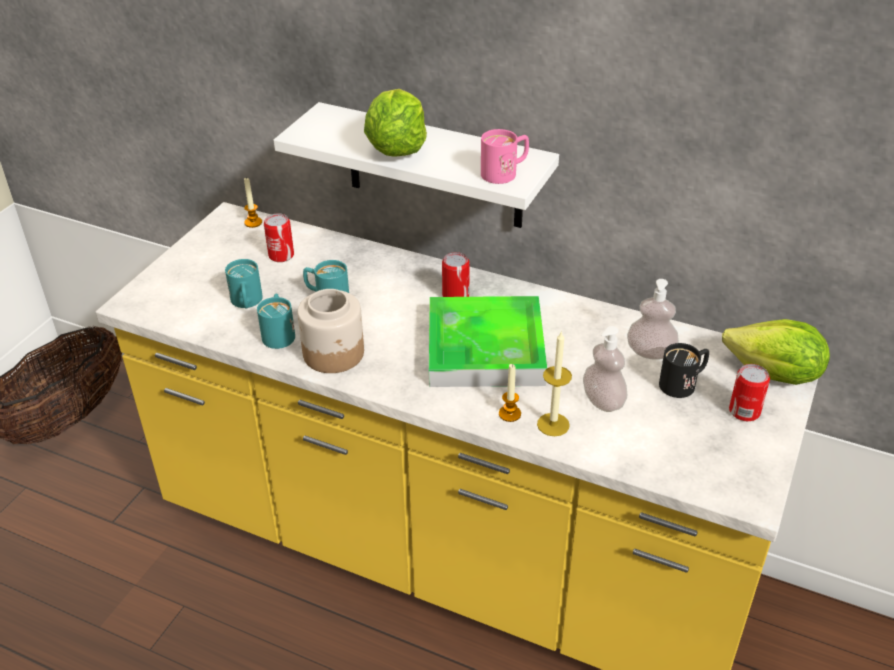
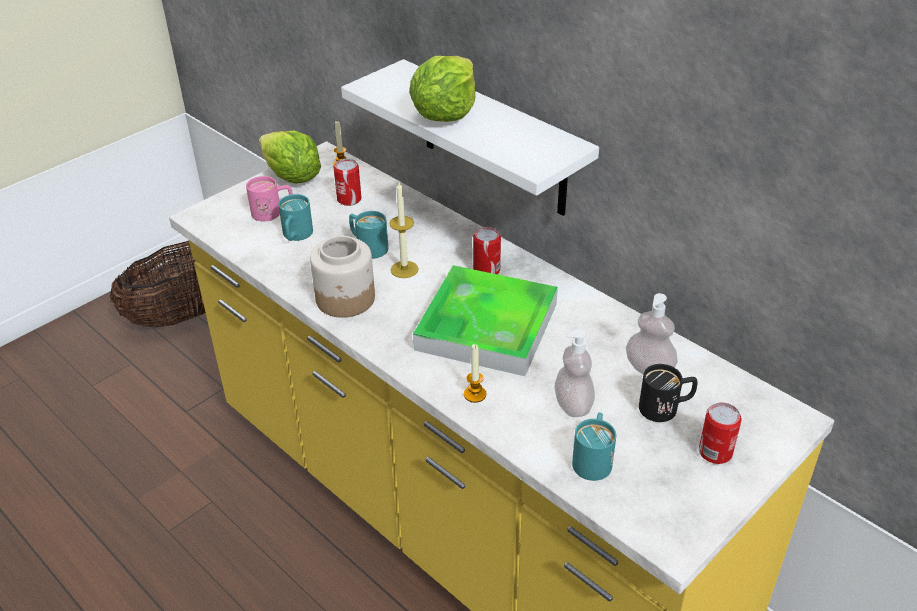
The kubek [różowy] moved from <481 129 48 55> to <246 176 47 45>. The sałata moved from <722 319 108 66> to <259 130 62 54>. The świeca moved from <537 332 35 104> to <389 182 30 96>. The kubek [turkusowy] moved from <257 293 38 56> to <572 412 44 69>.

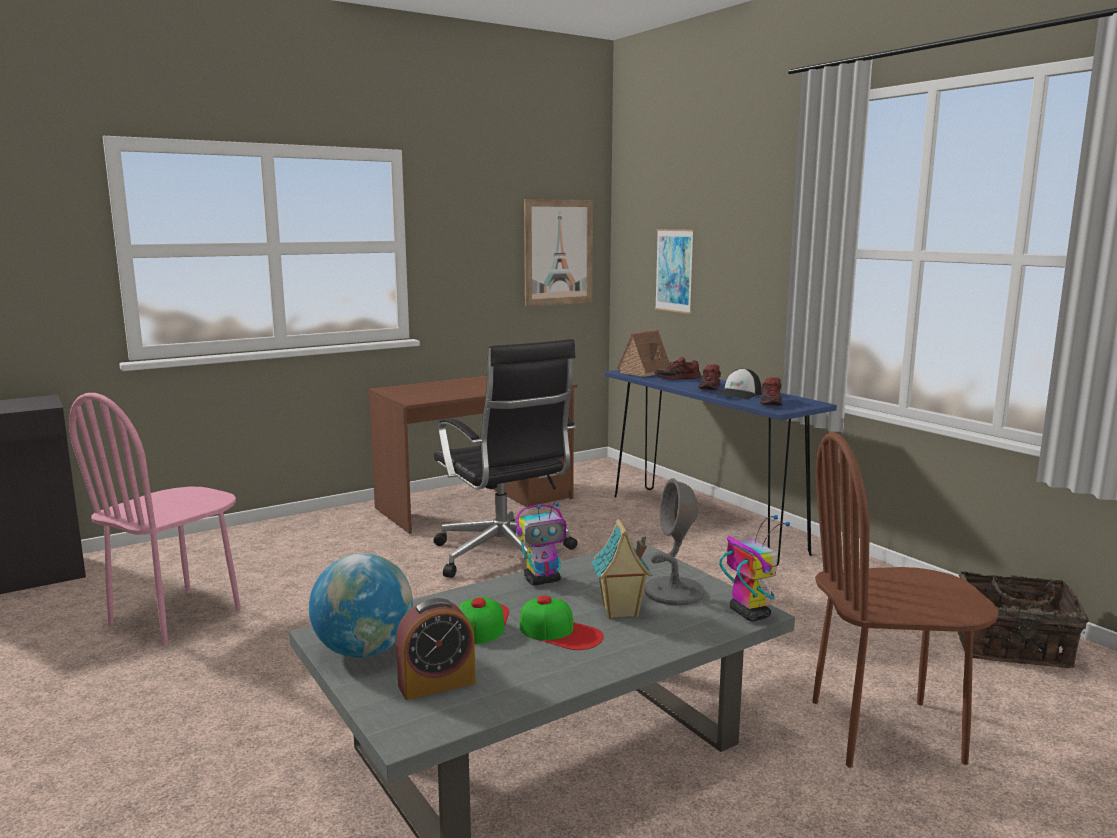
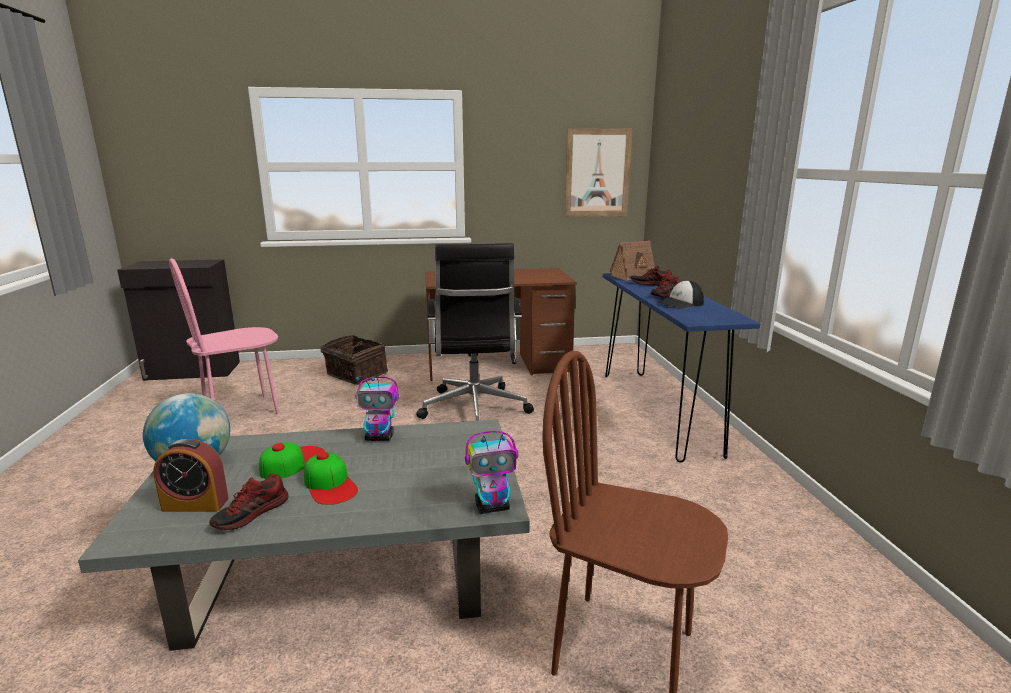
The but moved from <760 377 23 29> to <209 473 79 57>. The koszyk moved from <958 571 131 97> to <321 335 67 50>. The robot zabawkowy at <719 515 71 106> turned 75 degrees clockwise. The domek at <592 519 60 100> disappeared. The lampa stołowa [szary] at <644 478 61 128> disappeared. The obraz at <655 229 39 85> disappeared.

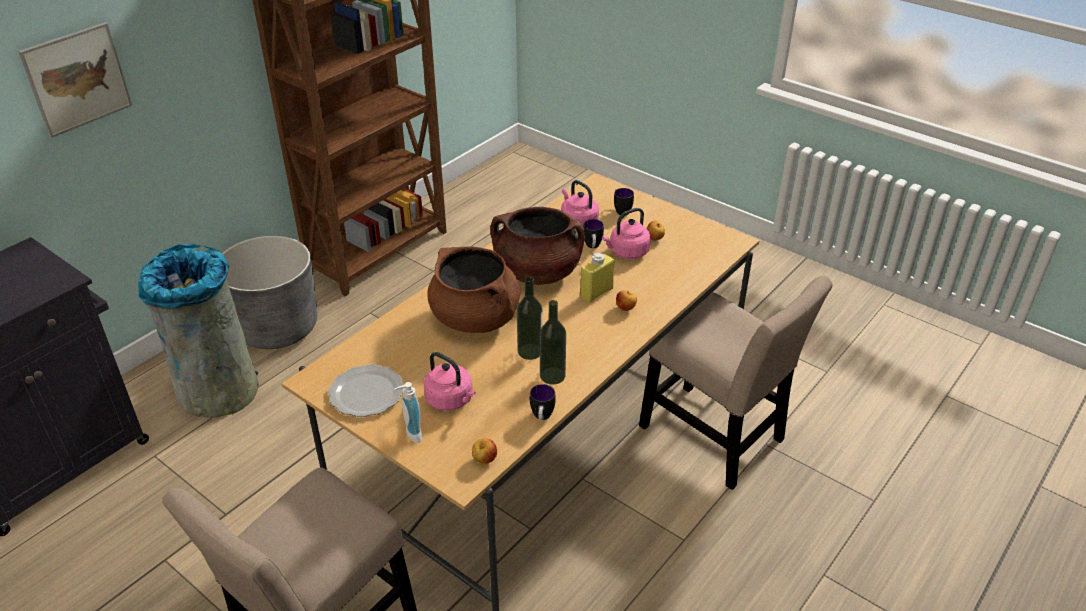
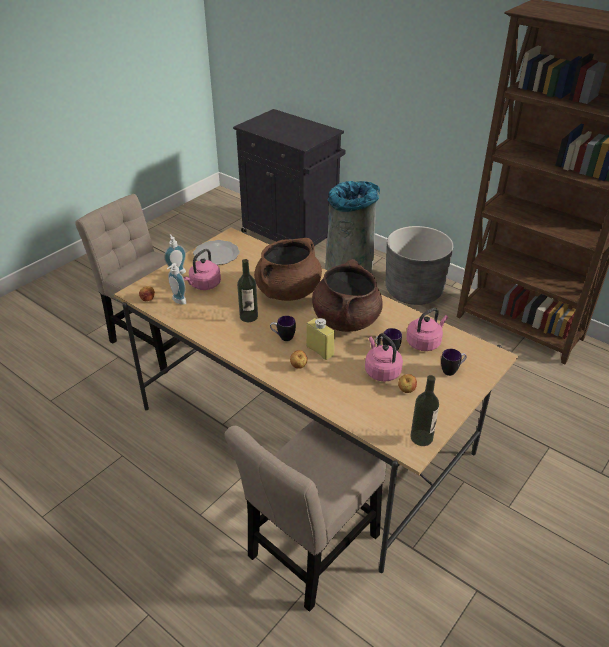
The dozownik mydła at <167 263 20 42> appeared. The kubek moved from <530 384 26 36> to <270 316 26 25>. The butelka moved from <540 300 26 85> to <410 375 29 71>. The obraz at <18 22 114 116> disappeared.

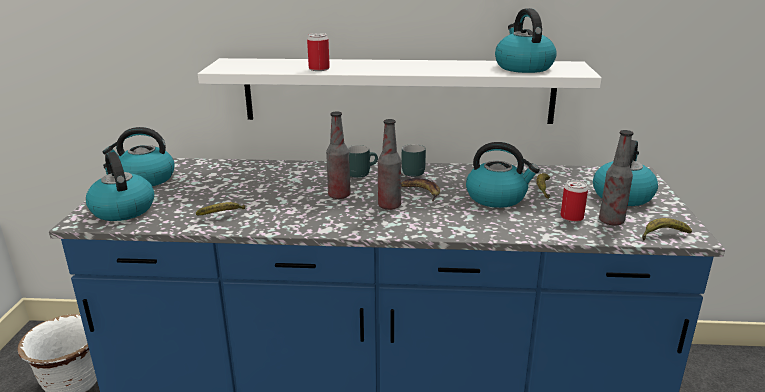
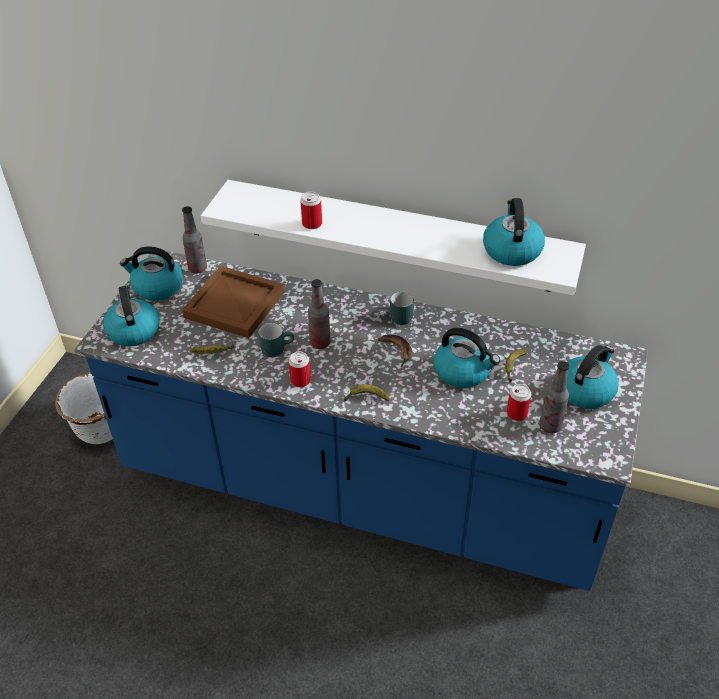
The butelka moved from <378 119 23 91> to <182 206 25 67>. The taca [brązowy] at <182 266 102 72> appeared. The kubek [turkusowy] moved from <347 145 31 33> to <258 323 36 34>. The puszka at <289 352 22 35> appeared. The banan moved from <642 218 50 22> to <344 384 46 17>.

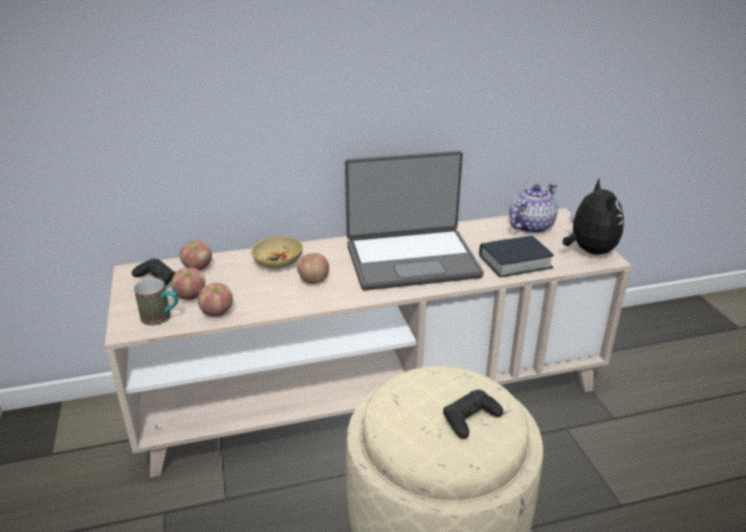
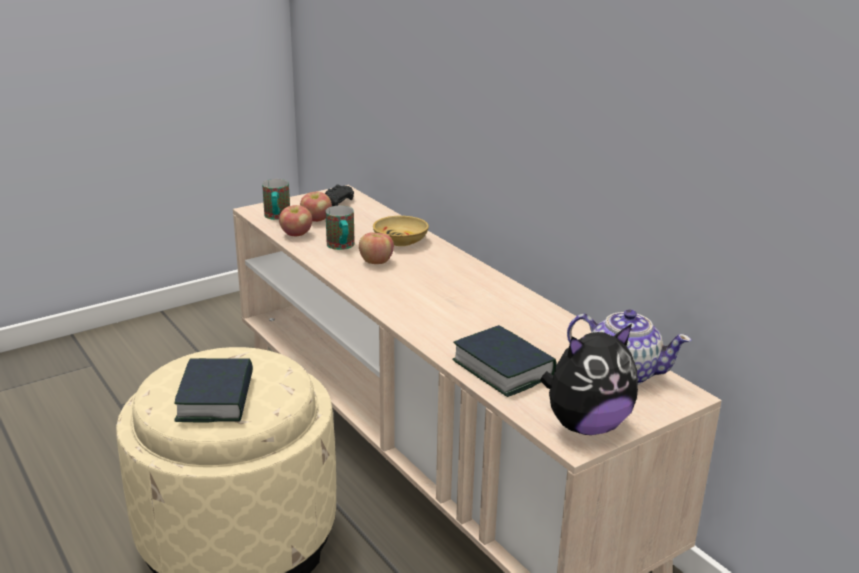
The pad do gier [czarny] at <443 390 60 49> was replaced by the książka at <174 358 79 64>. The kubek at <326 206 29 44> appeared. The jabłko at <180 241 32 29> disappeared. The laptop at <345 151 139 140> disappeared.

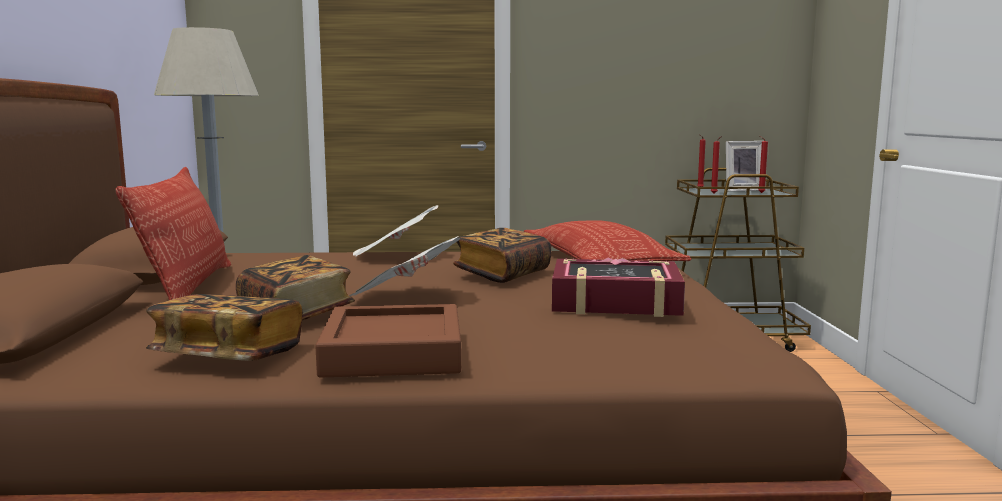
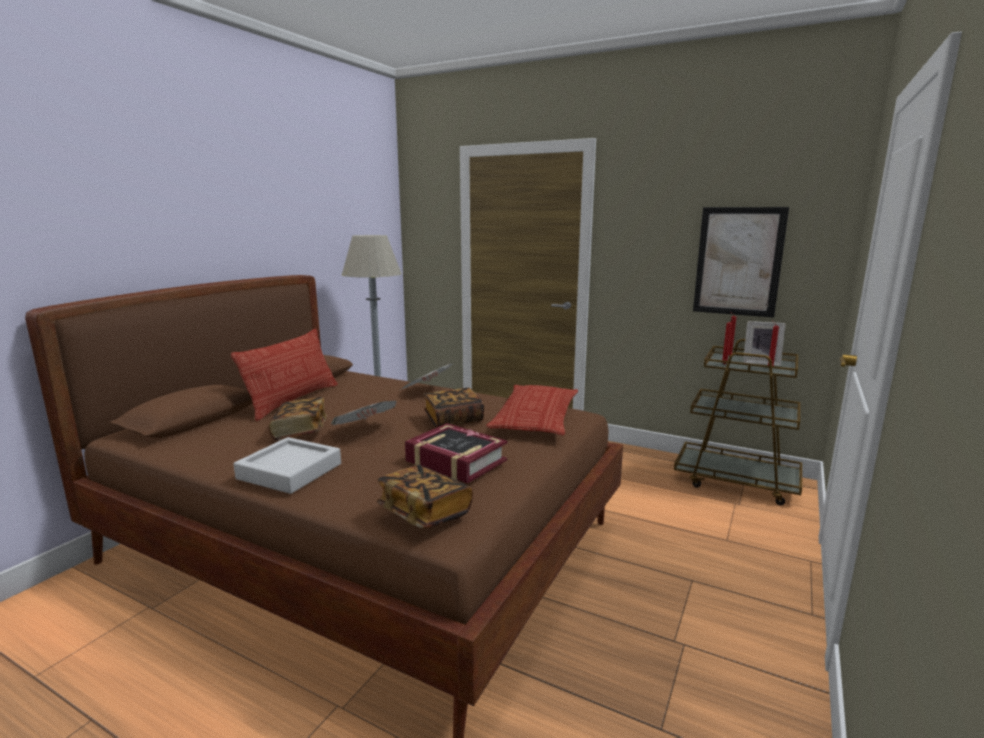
The taca [brązowy] at <315 304 146 74> became the taca [szary] at <234 437 107 57>. The książka moved from <146 294 157 67> to <377 465 96 64>. The obraz at <693 207 96 111> appeared.

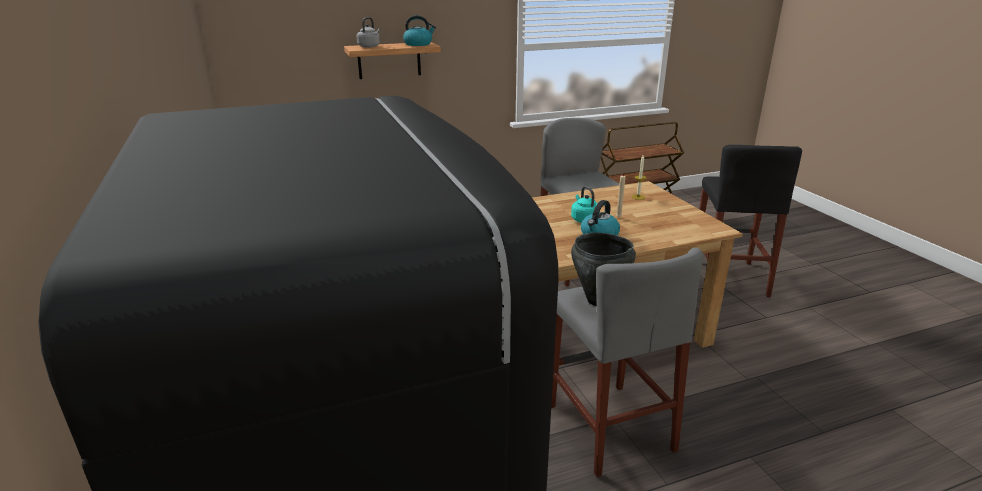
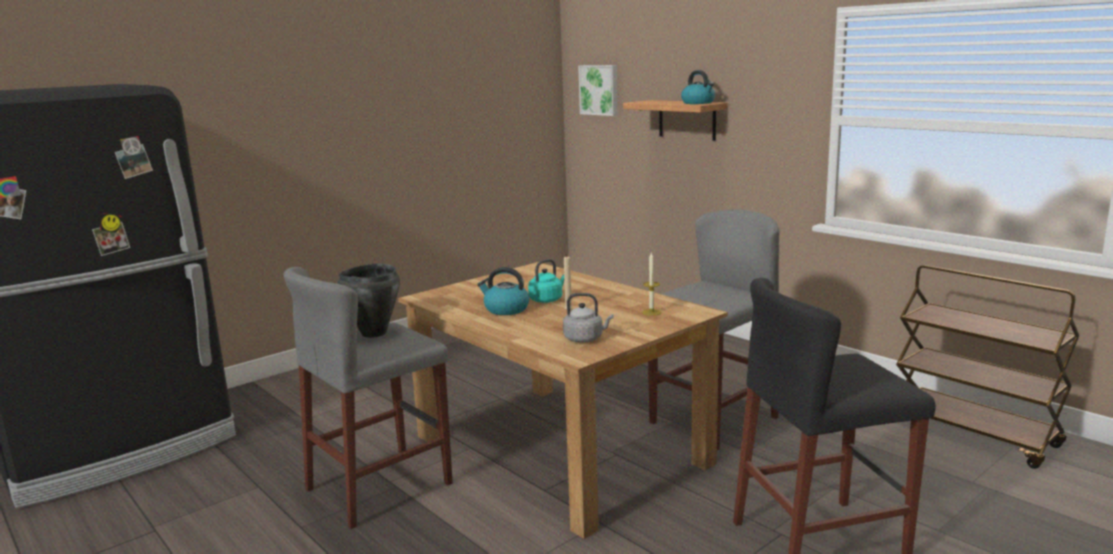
The czajnik [szary] moved from <357 17 23 31> to <563 293 51 49>. The obraz at <578 65 39 51> appeared.

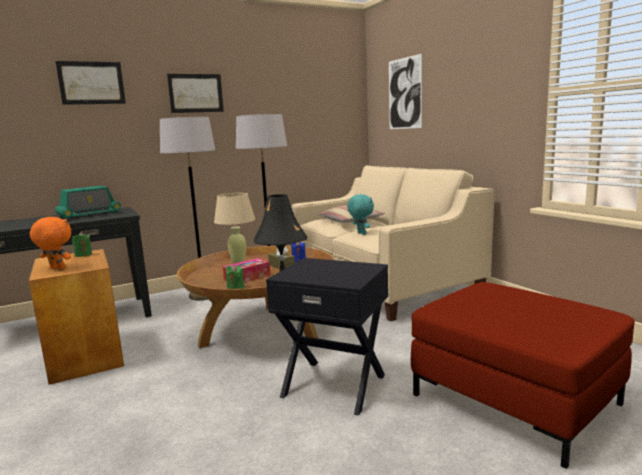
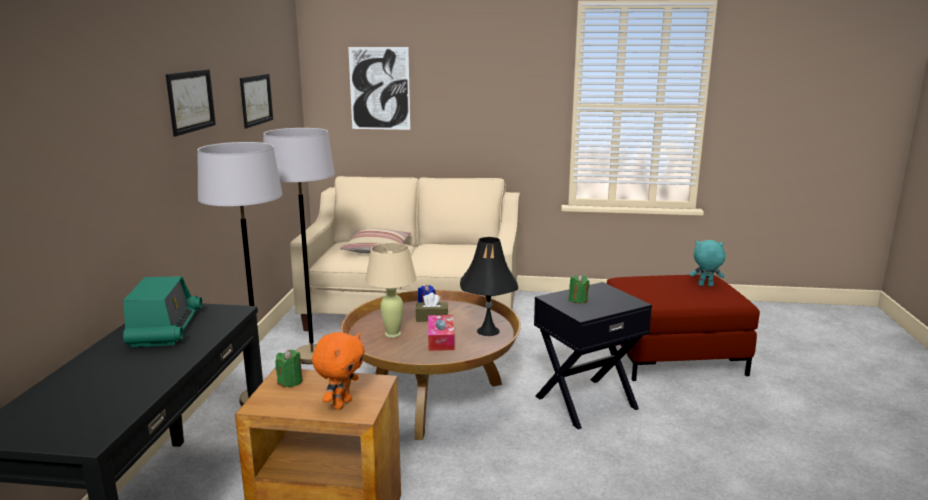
The obraz moved from <55 61 71 44> to <240 74 33 54>. The pluszak [pomarańczowy] at <30 217 41 52> turned 150 degrees clockwise. The świeca [zielony] moved from <225 265 19 24> to <569 275 21 29>. The pluszak [turkusowy] moved from <347 194 27 41> to <690 240 35 46>.

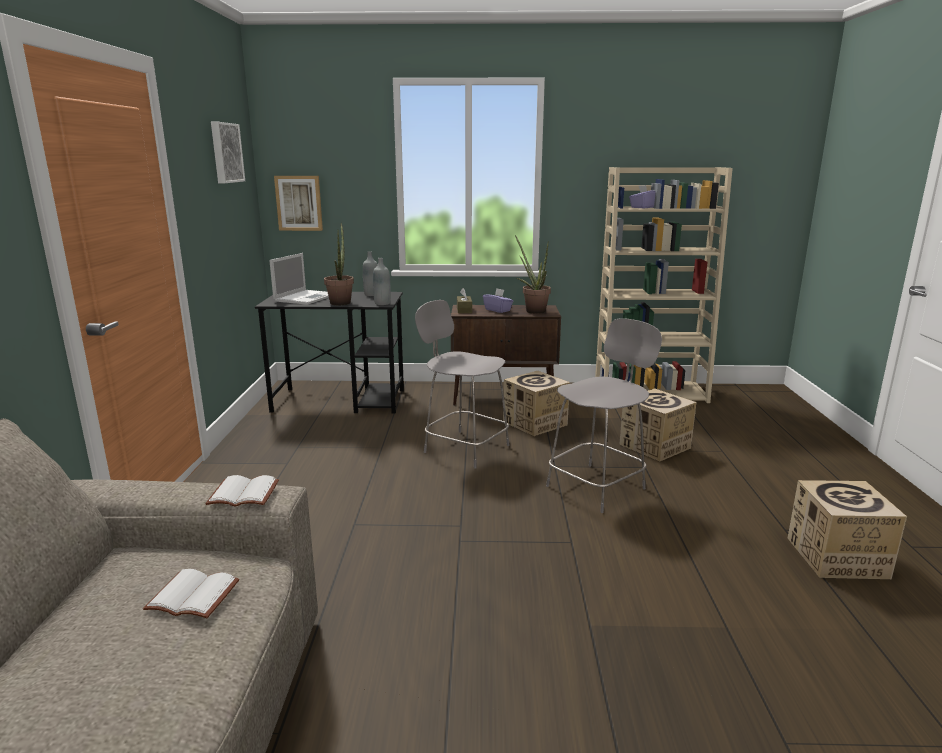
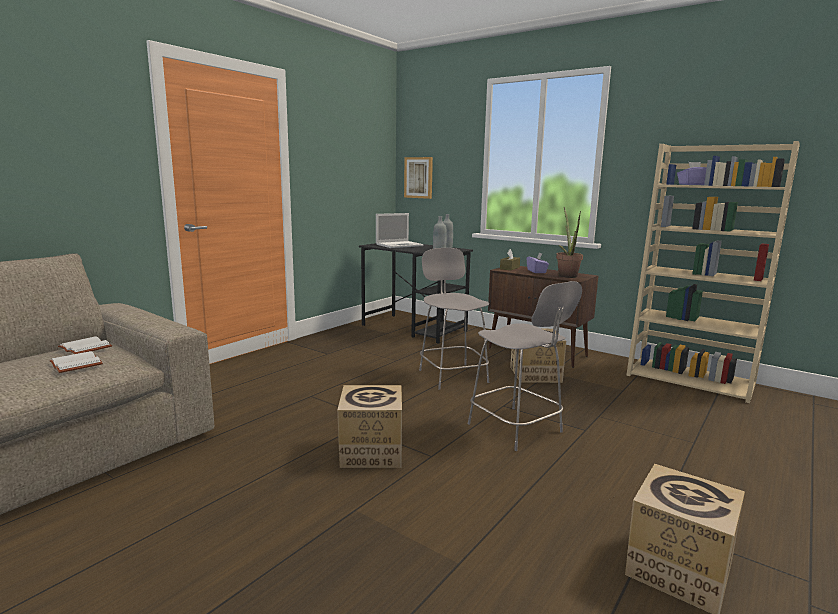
The książka [biały] moved from <205 475 74 32> to <58 336 54 18>. The karton moved from <619 388 77 73> to <337 385 65 83>. The krzesło [szary] at <546 318 116 195> turned 60 degrees clockwise. The obraz at <211 122 34 61> disappeared. The roślina doniczkowa at <324 223 30 82> disappeared.

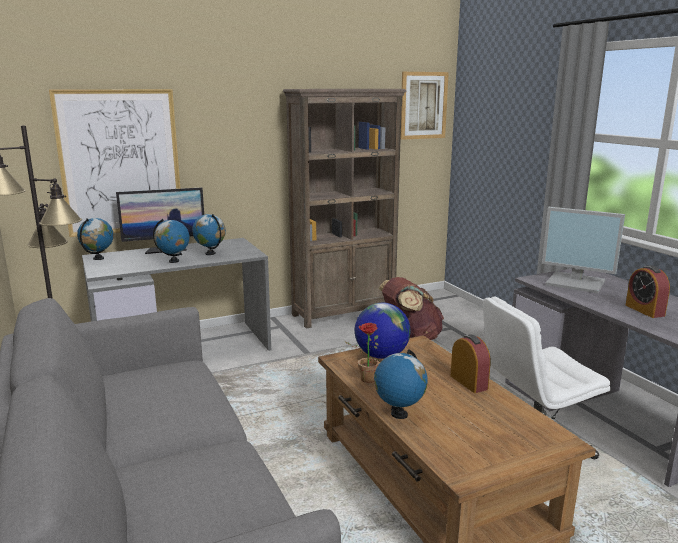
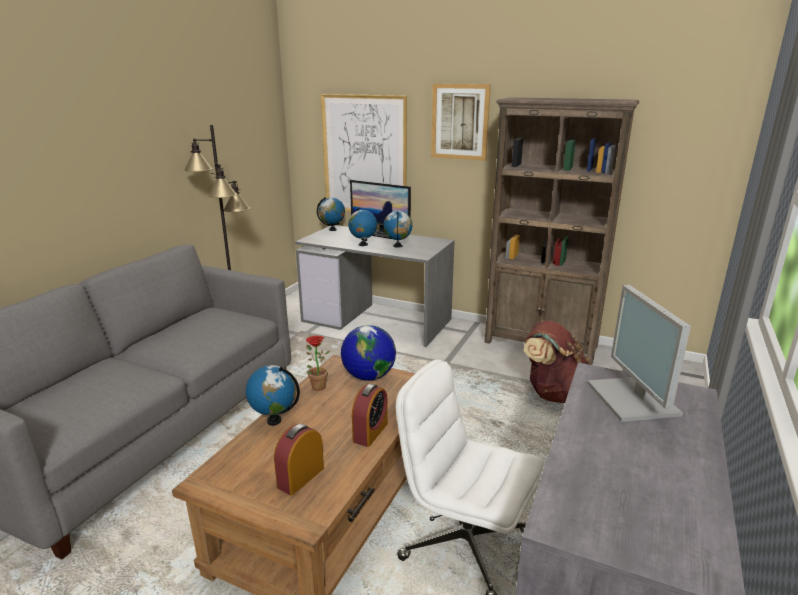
The budzik moved from <626 266 44 52> to <274 424 50 72>. The obraz moved from <401 72 48 68> to <431 84 60 77>.

